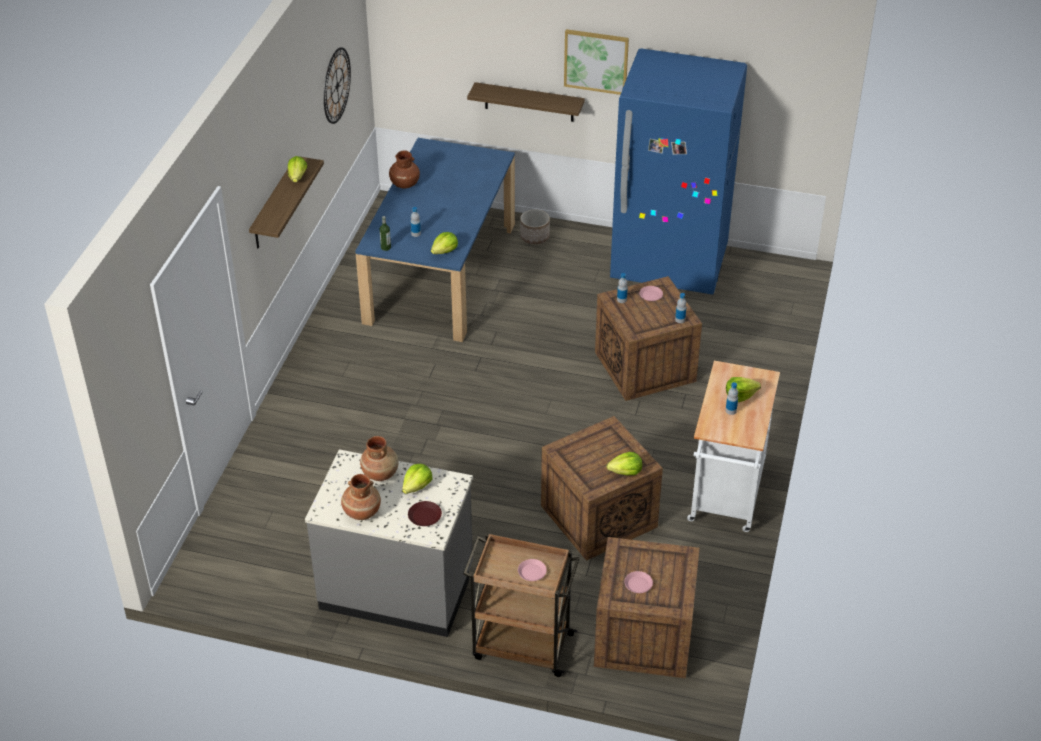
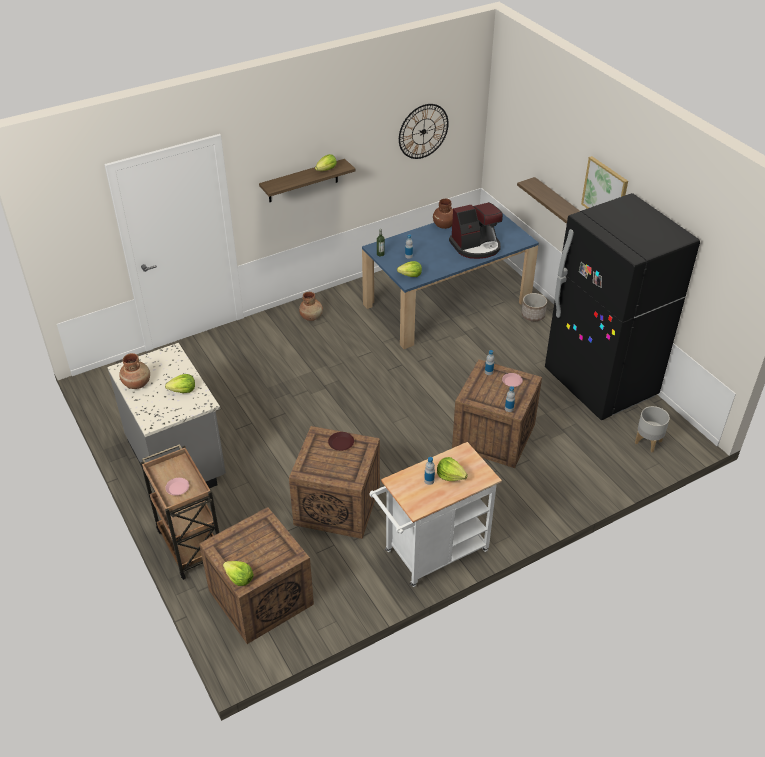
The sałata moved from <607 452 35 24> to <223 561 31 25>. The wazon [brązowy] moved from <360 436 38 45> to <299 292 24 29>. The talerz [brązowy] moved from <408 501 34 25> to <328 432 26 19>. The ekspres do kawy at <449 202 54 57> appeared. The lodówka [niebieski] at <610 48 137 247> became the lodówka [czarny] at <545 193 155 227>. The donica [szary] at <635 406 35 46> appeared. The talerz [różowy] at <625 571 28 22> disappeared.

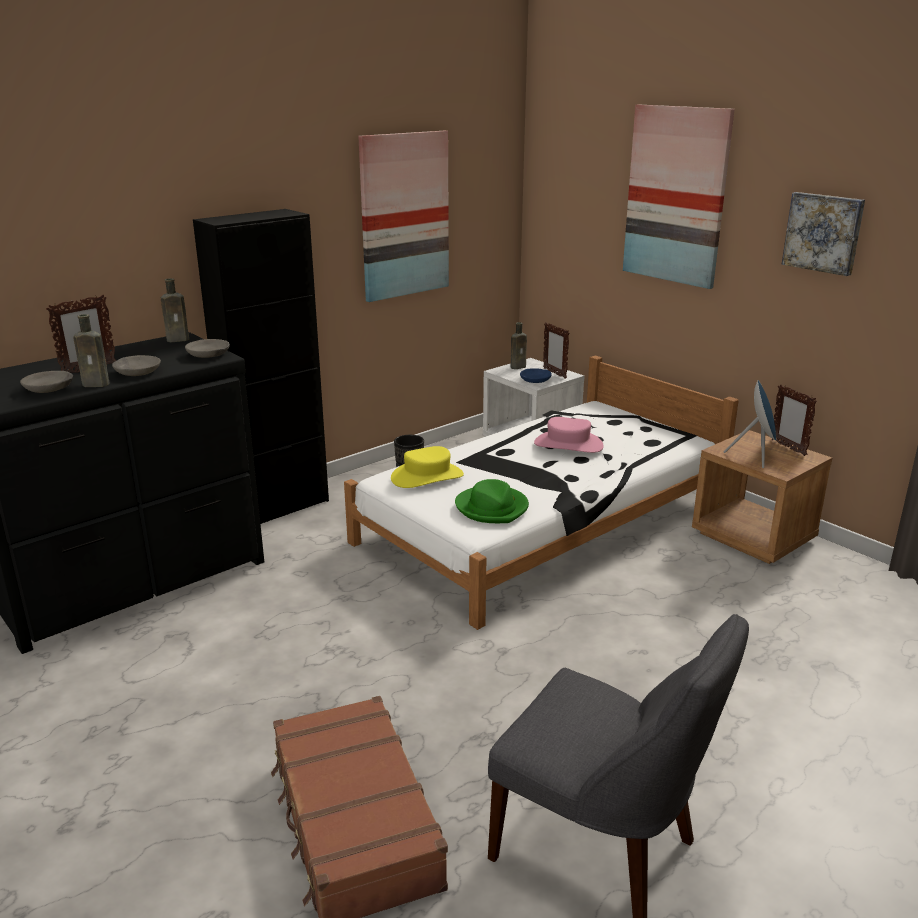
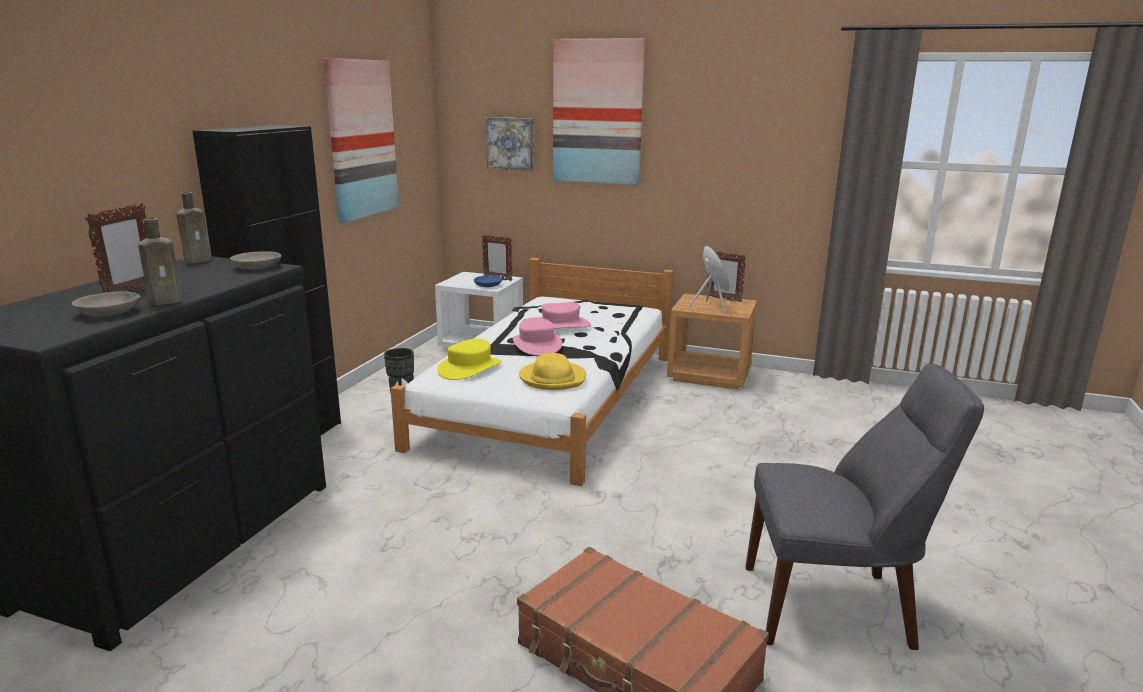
The obraz moved from <782 192 83 84> to <486 117 48 54>. The kapelusz [różowy] at <513 317 49 39> appeared. The kapelusz [zielony] at <455 479 74 44> became the kapelusz [żółty] at <519 353 67 37>. The miska [szary] at <112 355 49 21> disappeared. The butelka [brązowy] at <511 322 16 47> disappeared.

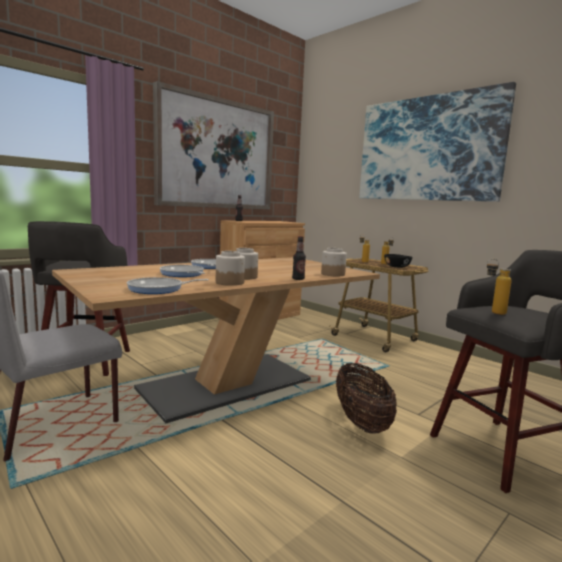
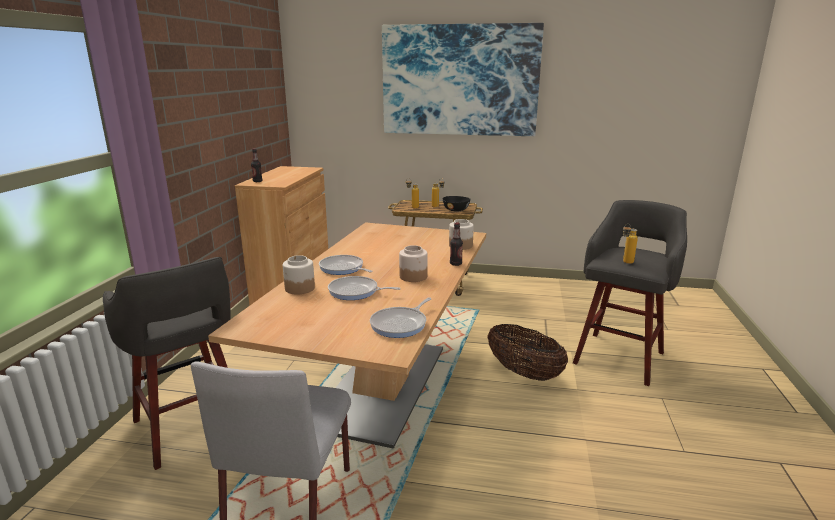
The słoik moved from <216 251 29 35> to <283 255 32 40>. The obraz at <153 81 121 128> disappeared.

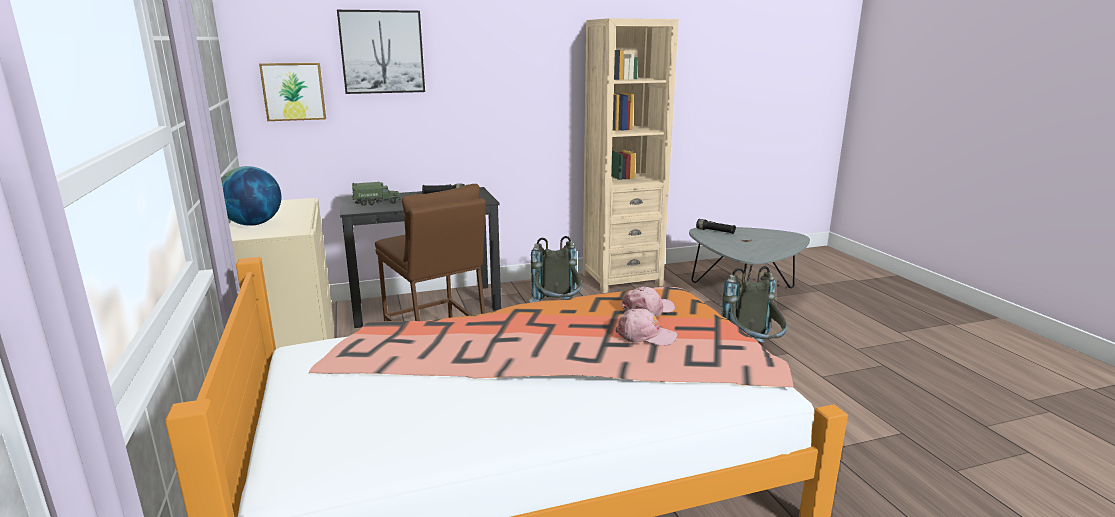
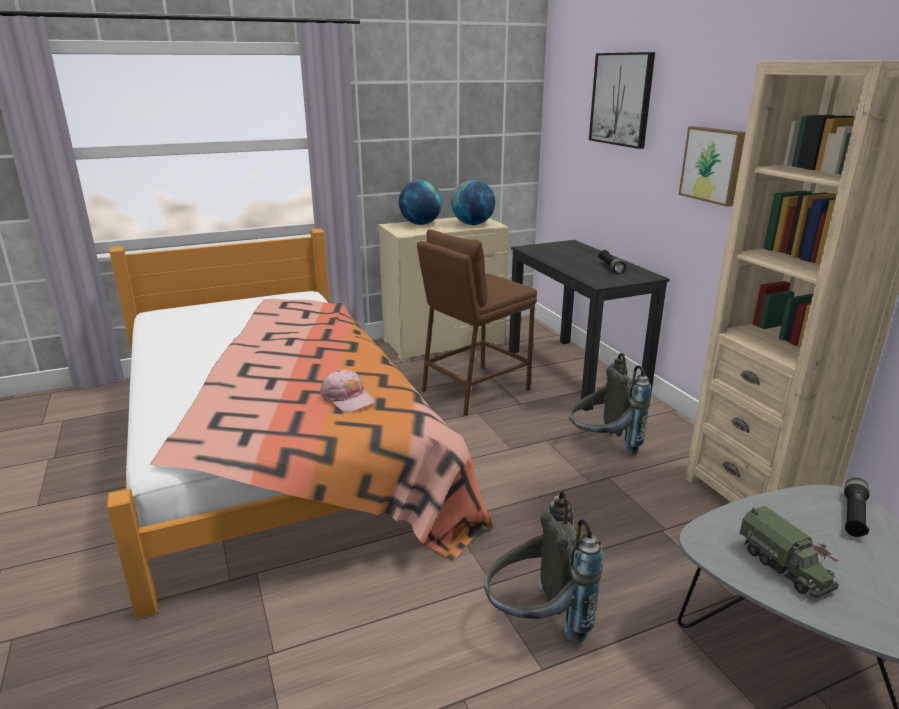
The globus at <451 180 44 45> appeared. The obraz moved from <259 63 67 58> to <679 126 67 81>. The ciężarówka zabawkowa moved from <352 182 49 24> to <739 506 100 92>. The czapka z daszkiem [różowy] at <615 308 63 38> disappeared.

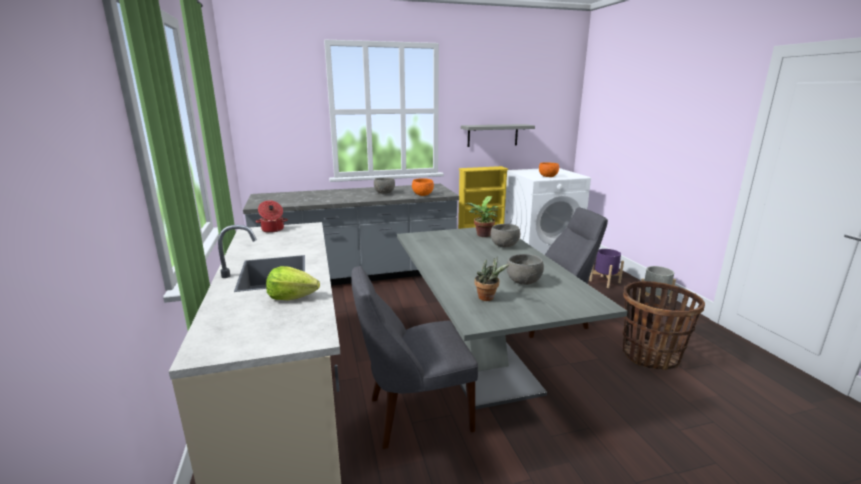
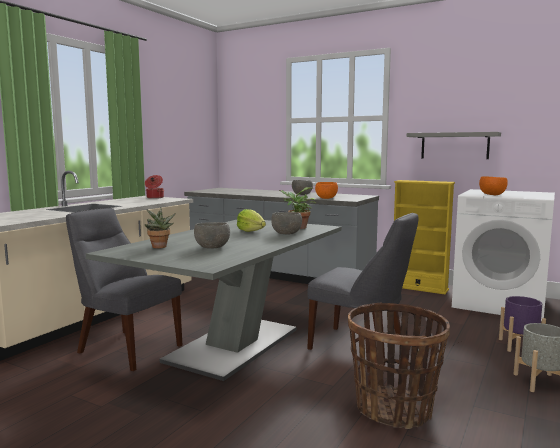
The sałata moved from <266 266 54 34> to <237 209 29 23>.

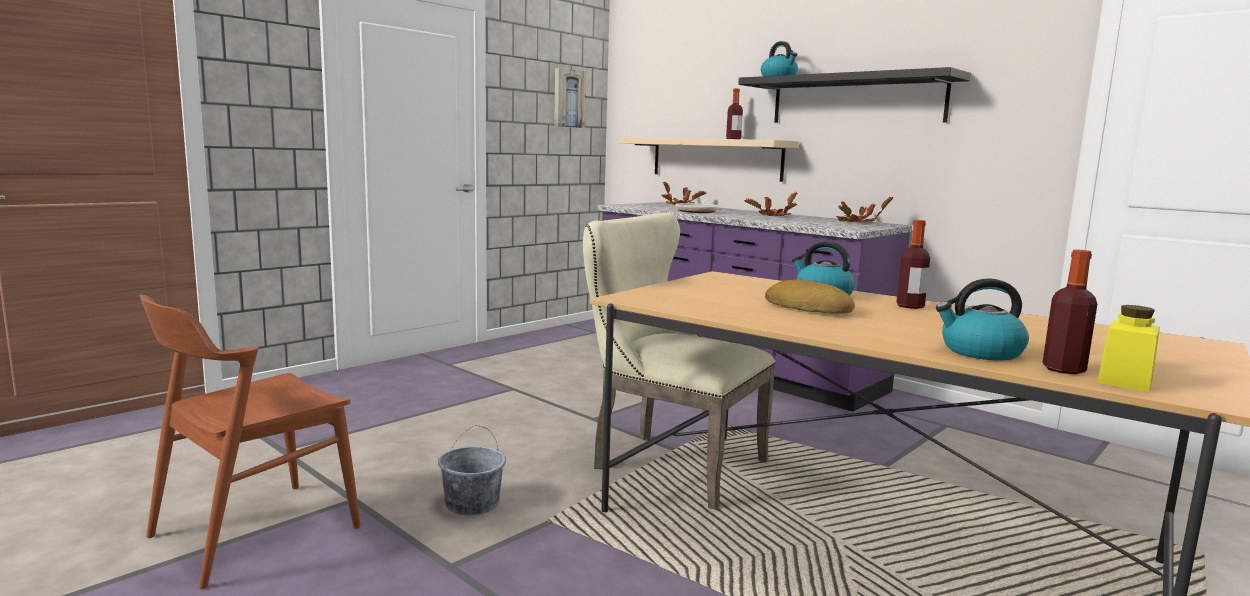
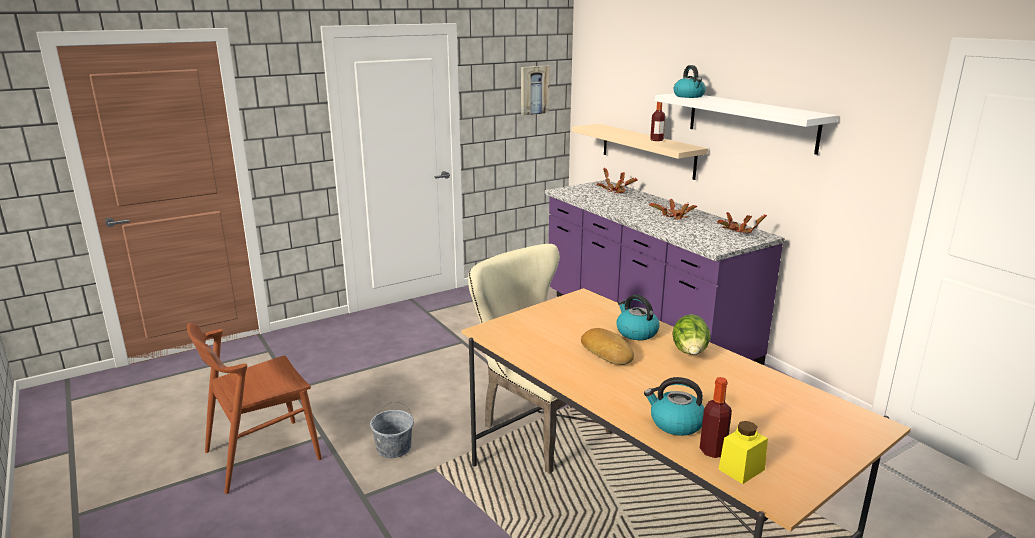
The półka [czarny] at <738 67 233 56> became the półka [biały] at <655 93 183 62>. The butelka at <897 220 33 89> was replaced by the sałata at <673 314 38 41>. The patelnia at <676 198 43 15> disappeared.

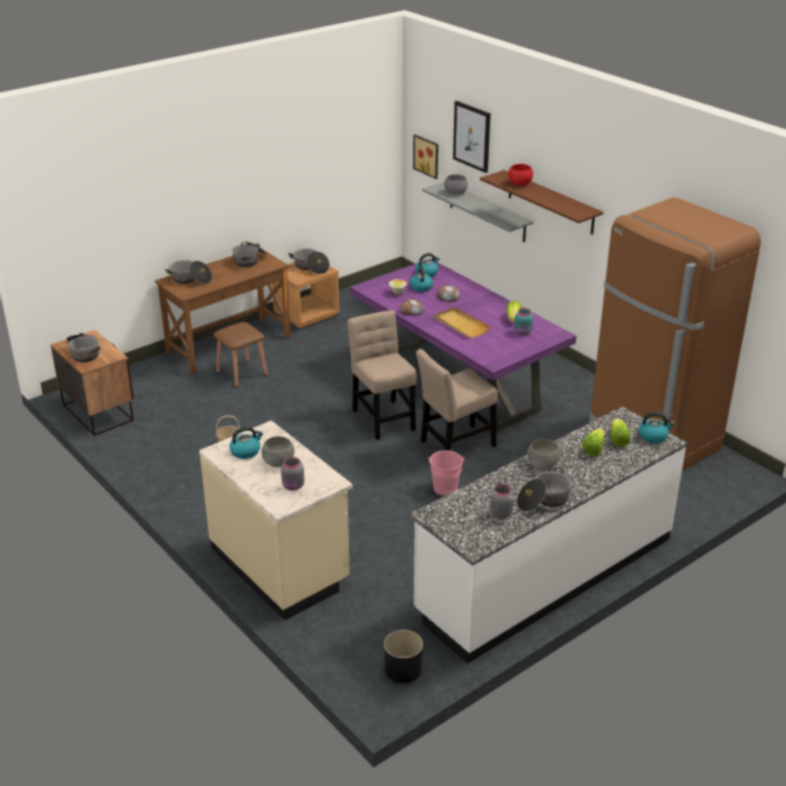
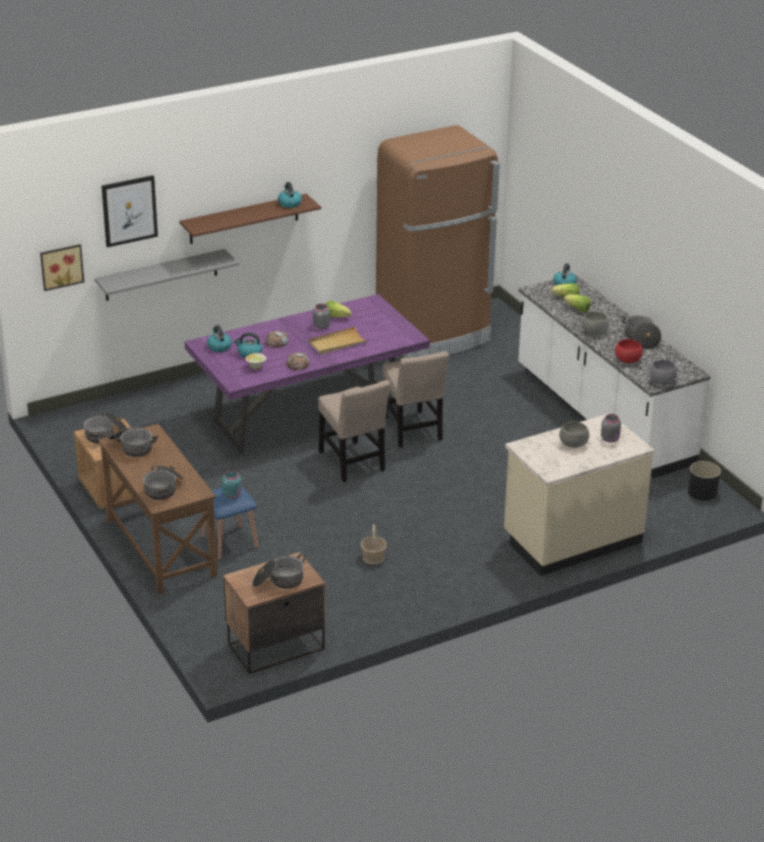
The stołek [brązowy] at <214 322 54 65> became the stołek [niebieski] at <202 487 56 73>. The słoik [turkusowy] moved from <514 308 19 27> to <222 470 20 29>. The czajnik moved from <229 427 34 32> to <278 182 24 26>. The słoik [szary] moved from <490 484 24 35> to <313 304 17 25>. The krzesło [beżowy] at <347 310 69 130> turned 105 degrees counterclockwise. The miska [czerwony] moved from <508 164 25 22> to <615 339 28 24>. The miska [szary] moved from <444 174 24 21> to <649 360 28 24>. The wiadro [różowy] at <428 450 36 46> disappeared.

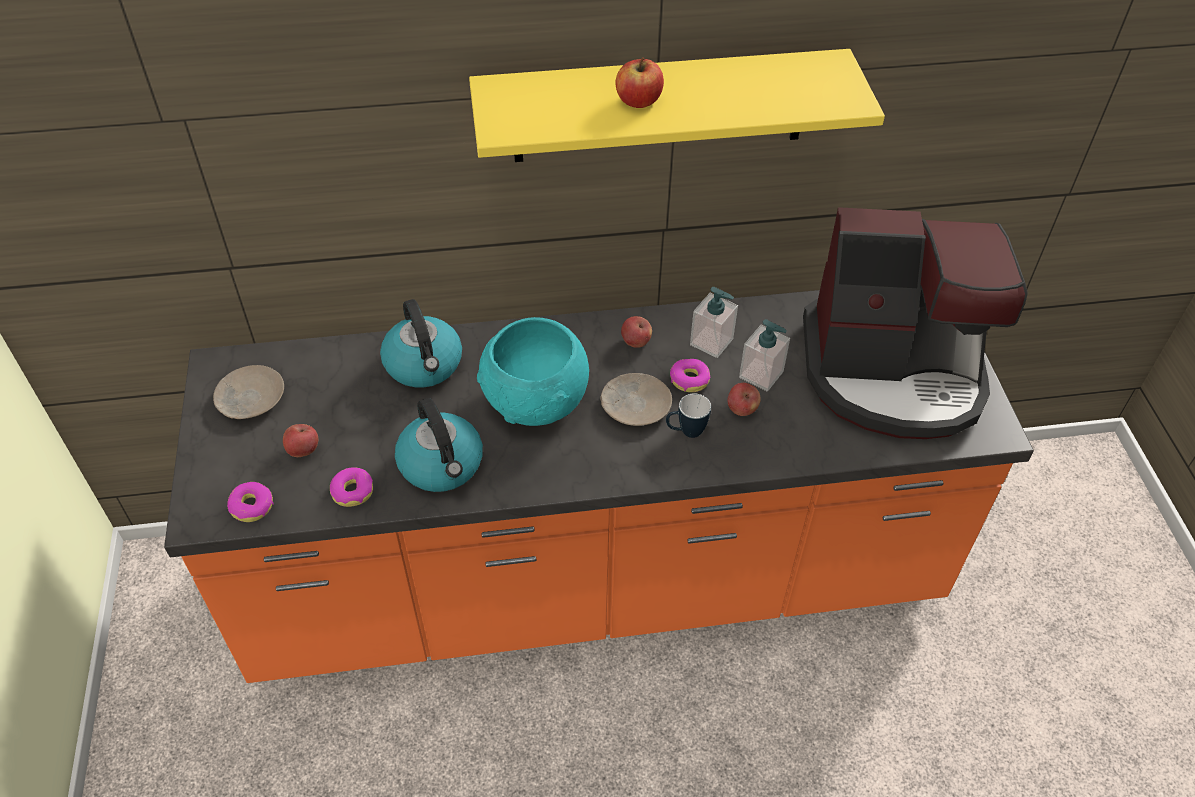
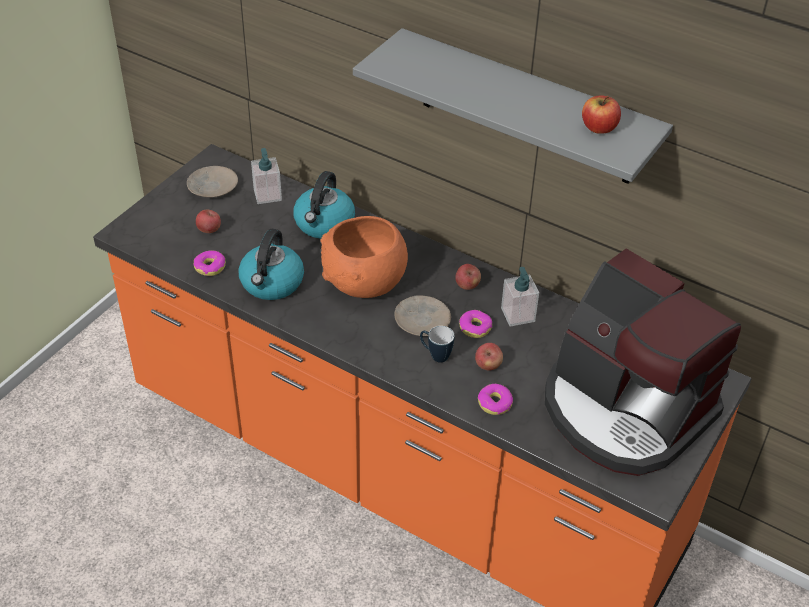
The dozownik mydła moved from <739 319 51 73> to <251 148 31 56>. The miska [turkusowy] at <477 317 112 109> became the miska [pomarańczowy] at <320 216 88 82>. The półka [żółty] at <469 49 416 113> became the półka [szary] at <353 28 320 156>. The donut moved from <227 482 47 40> to <478 384 35 31>. The jabłko moved from <615 57 49 51> to <582 95 39 39>.

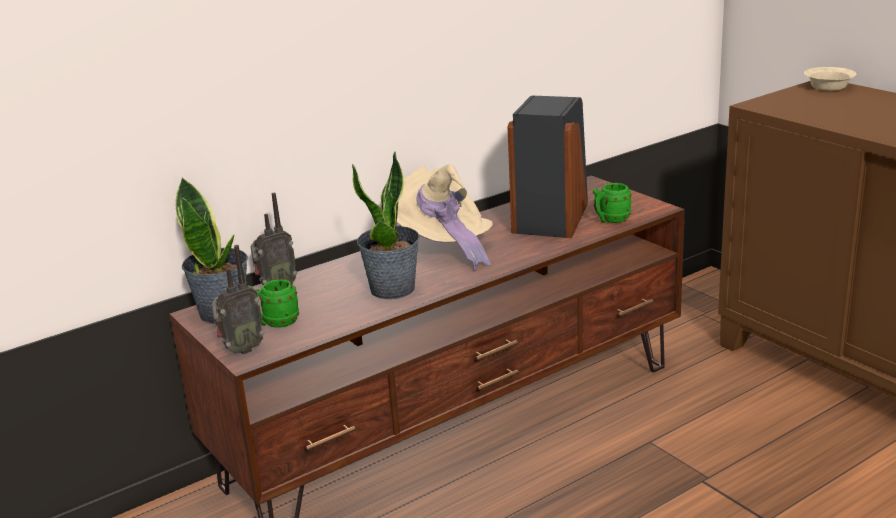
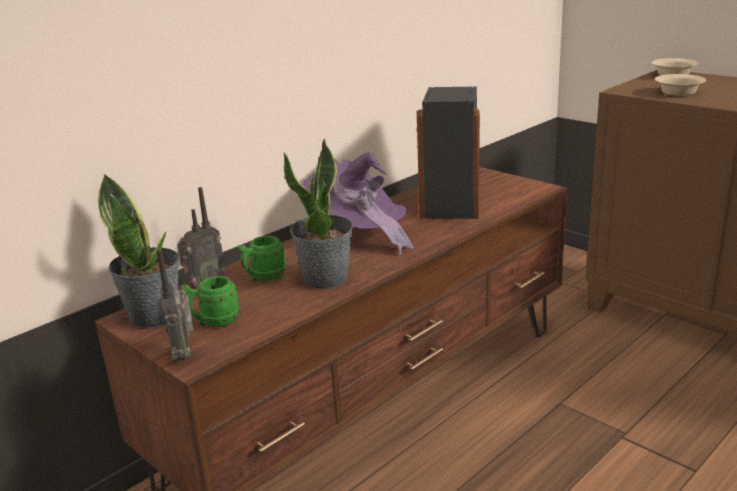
The radio at <211 245 53 110> turned 120 degrees clockwise. The kubek [zielony] moved from <593 183 38 40> to <238 236 48 46>. The kapelusz [beżowy] at <397 164 96 107> became the kapelusz [fioletowy] at <302 151 112 104>. The miska [beżowy] at <655 74 51 22> appeared.

